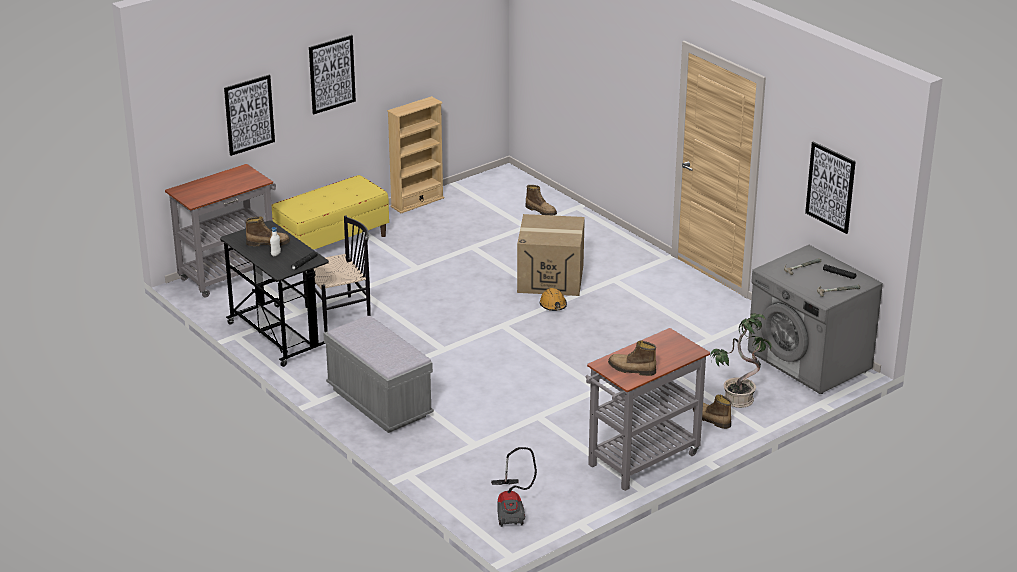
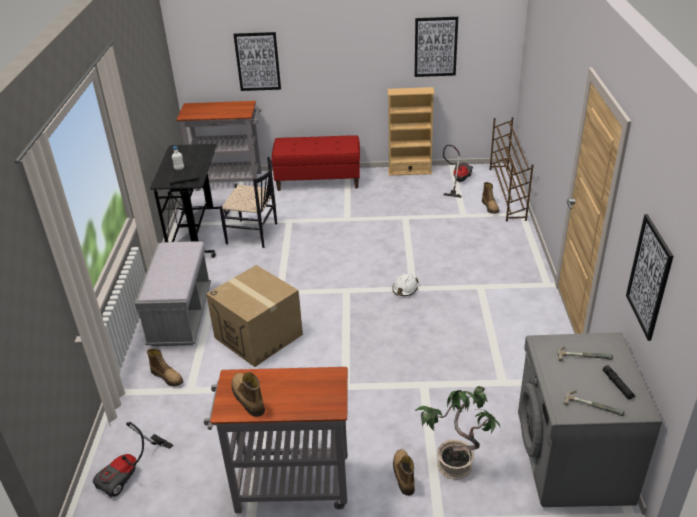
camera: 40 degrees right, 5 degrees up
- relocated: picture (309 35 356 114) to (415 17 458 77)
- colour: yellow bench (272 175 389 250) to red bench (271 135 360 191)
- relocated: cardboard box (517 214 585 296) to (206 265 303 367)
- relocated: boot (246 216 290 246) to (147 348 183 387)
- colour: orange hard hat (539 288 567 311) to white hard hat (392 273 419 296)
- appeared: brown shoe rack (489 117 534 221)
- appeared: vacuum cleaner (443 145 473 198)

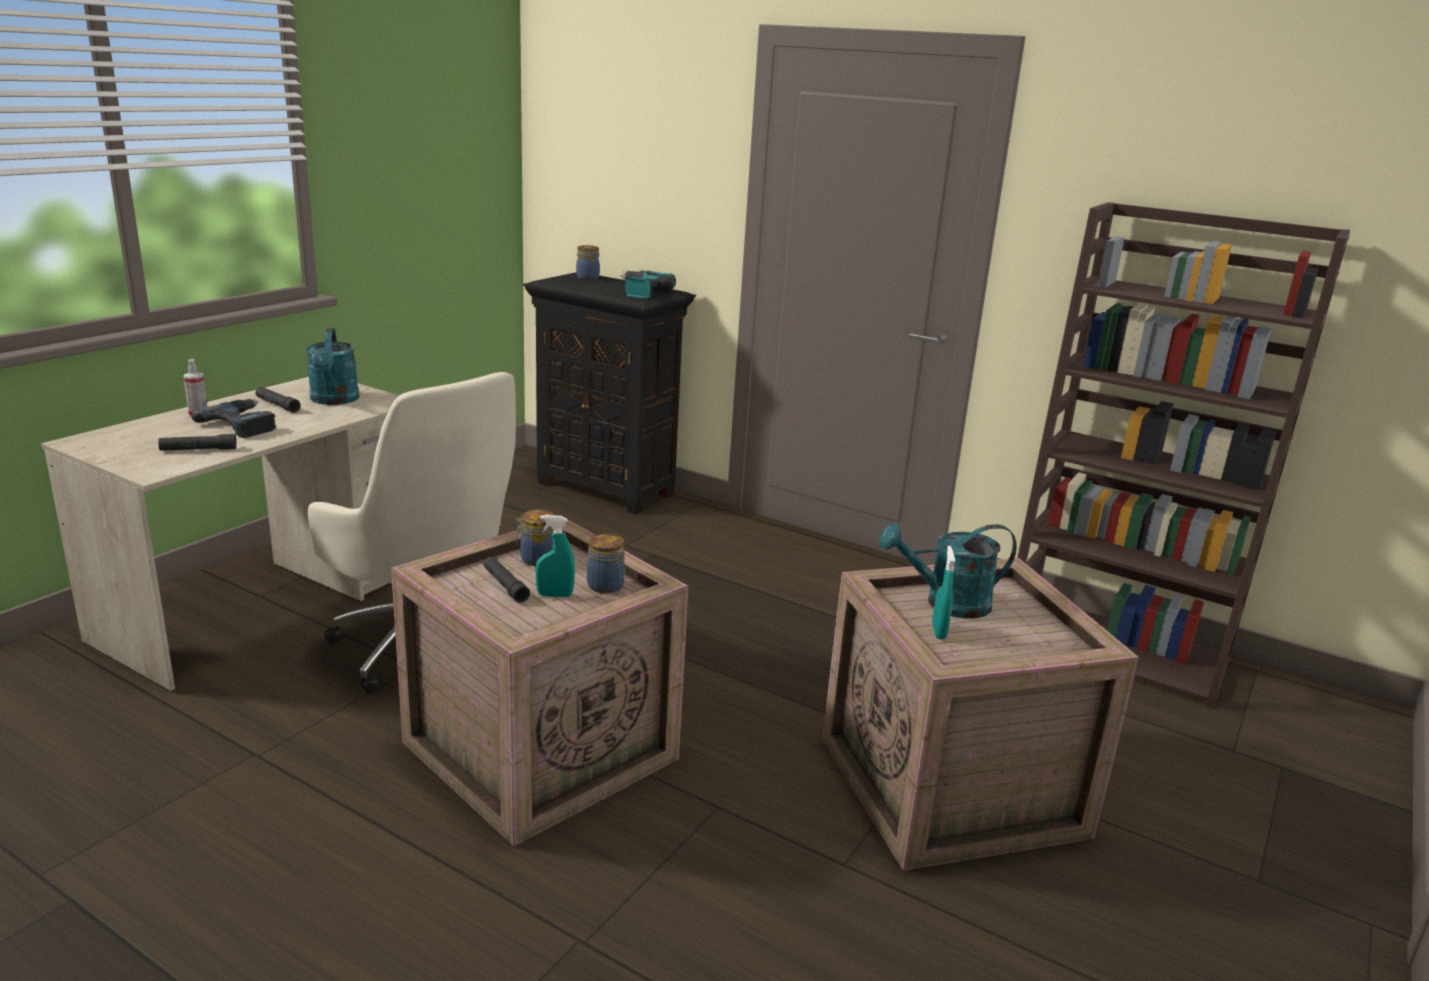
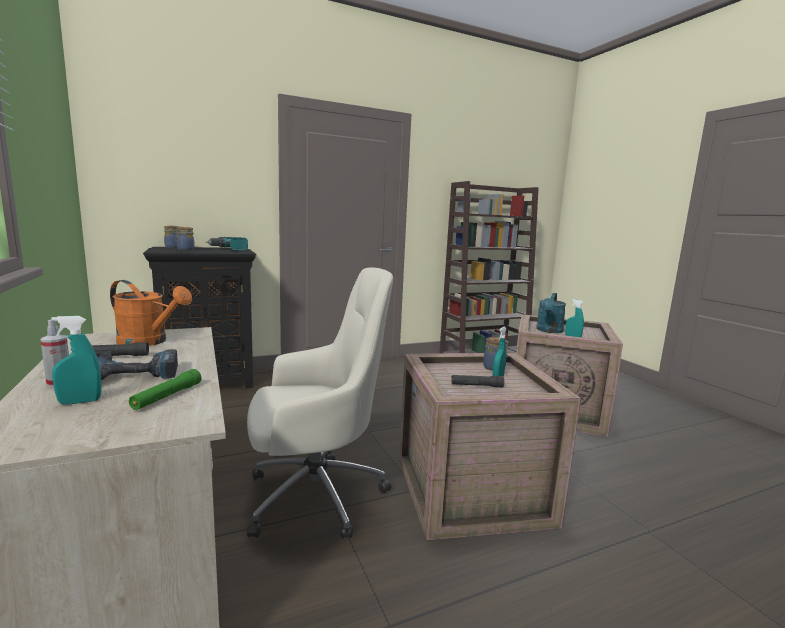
camera: 55 degrees left, 10 degrees down
- colour: turquoise watering can (305 328 359 405) to orange watering can (110 280 192 346)
- colour: black flashlight (158 434 237 451) to green flashlight (129 369 201 410)
- relocated: jar (516 509 555 566) to (175 227 195 251)
- appeared: turquoise spray bottle (51 316 102 404)

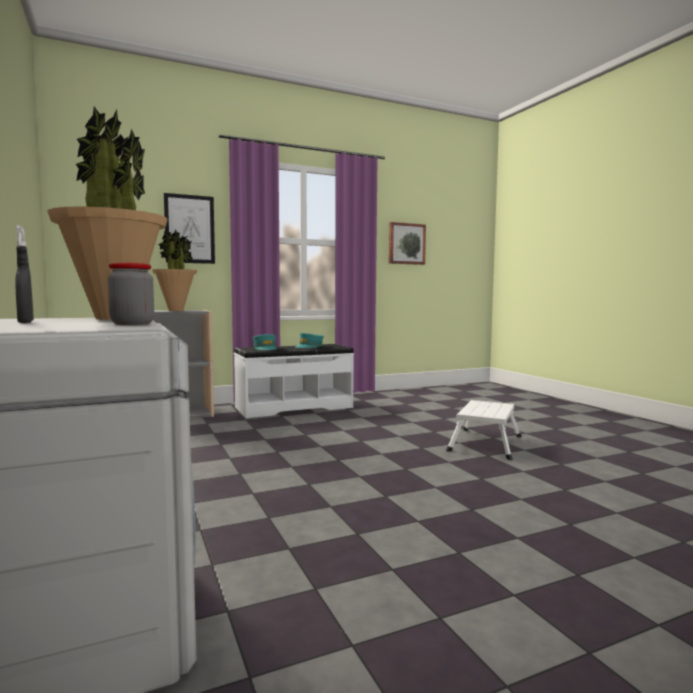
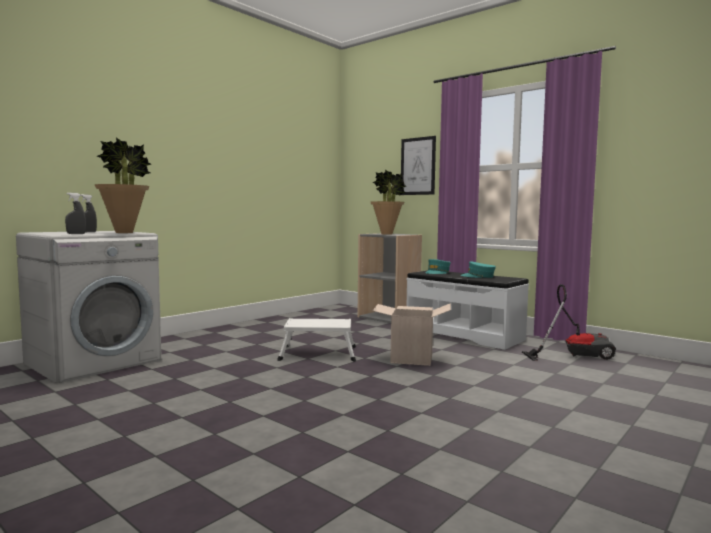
camera: 65 degrees right, 0 degrees up
- missing: picture (389 222 426 265)
- exchanged: jar (108 263 154 325) to grey spray bottle (65 193 86 234)
- relocated: white step ladder (446 400 522 460) to (277 318 356 362)
- appeared: vacuum cleaner (522 284 616 361)
- appeared: cardboard box (372 303 451 366)

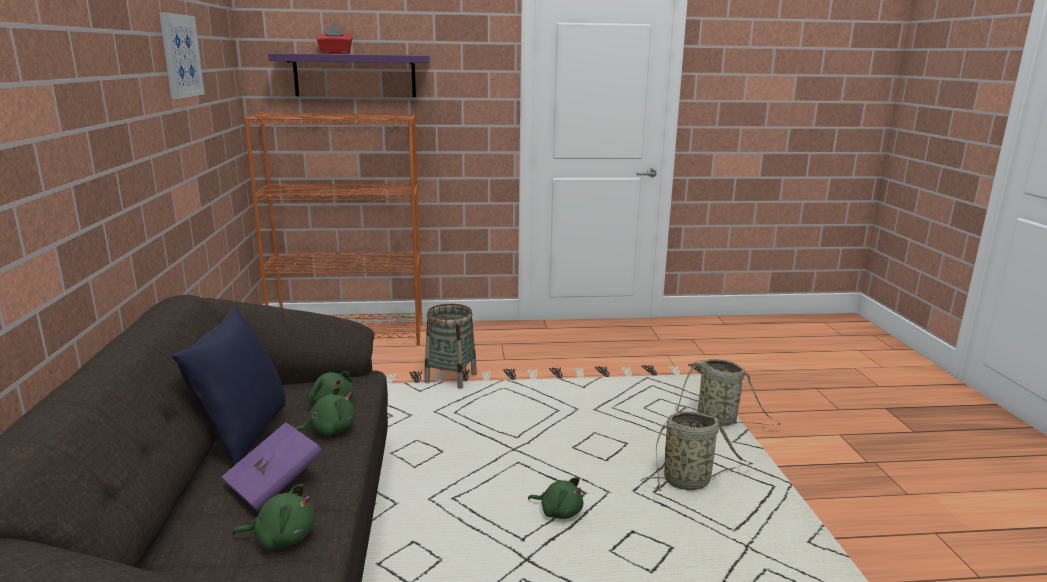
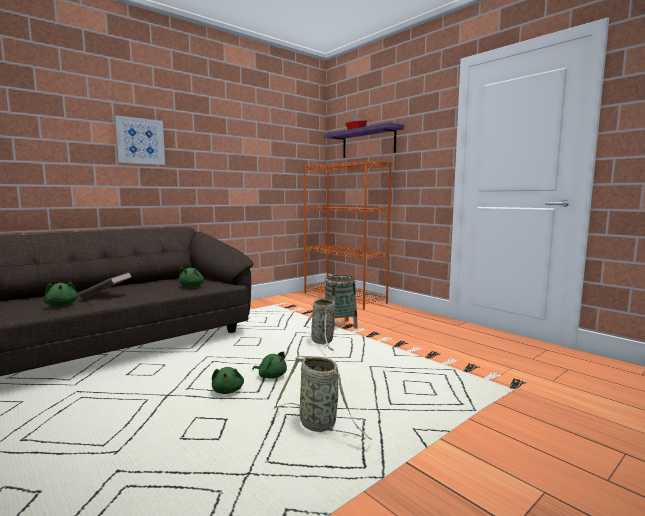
camera: 55 degrees right, 10 degrees down
- relocated: picture (159 12 205 99) to (115 115 165 165)
- missing: blue pillow (172 308 286 466)
- relocated: basket (675 359 781 426) to (303 298 335 351)
- relocated: green plush toy (295 386 355 436) to (253 351 287 379)
- colour: purple book (222 422 323 512) to brown book (79 272 132 298)

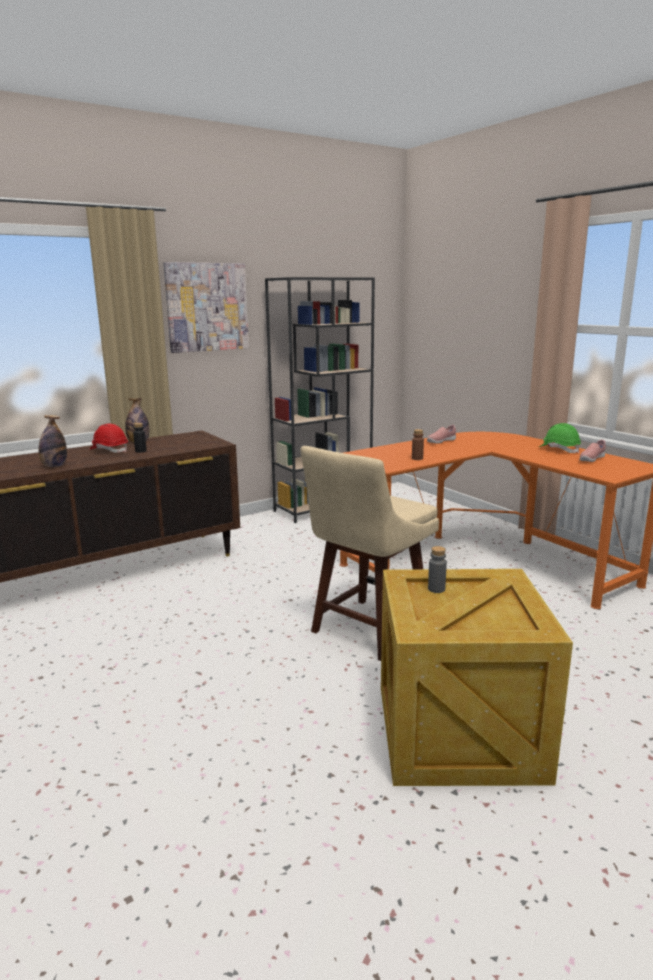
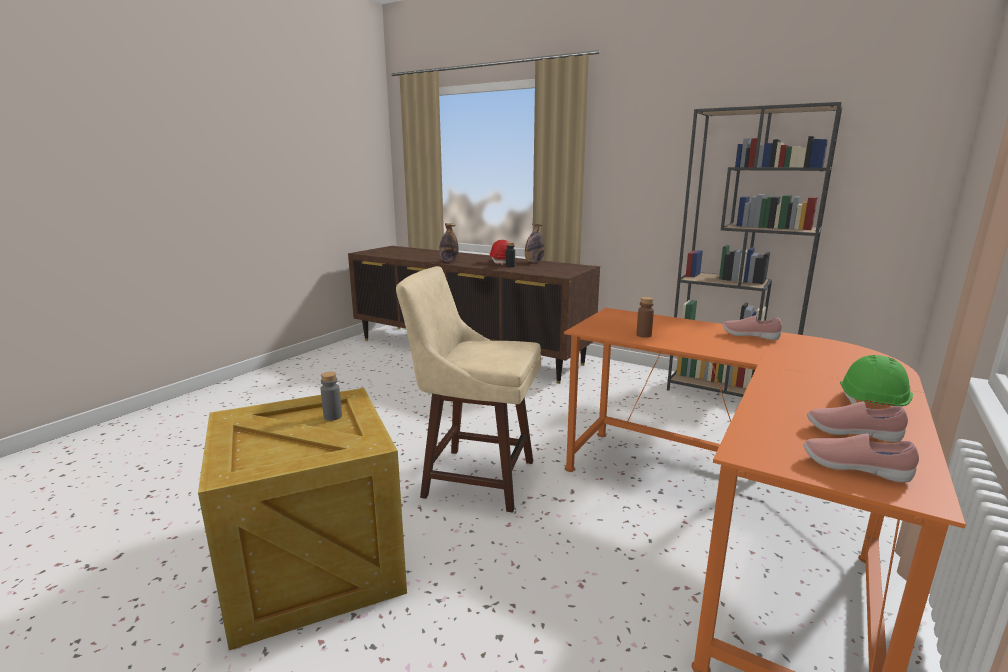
camera: 65 degrees right, 0 degrees up
- missing: picture (163 262 249 353)
- appeared: pink shoe (803 433 919 482)

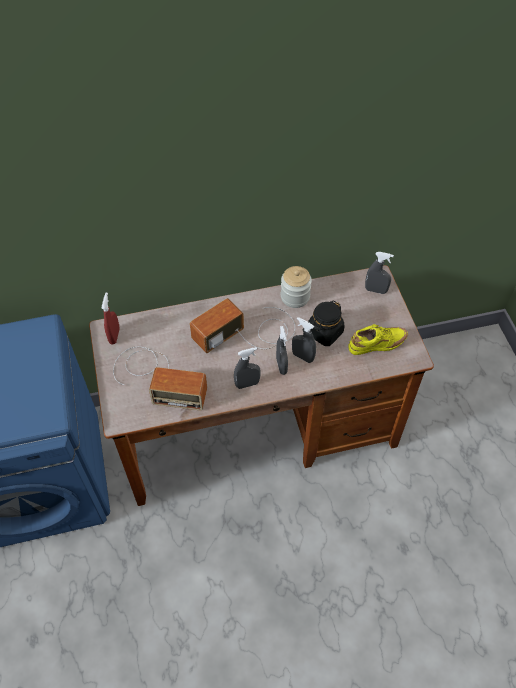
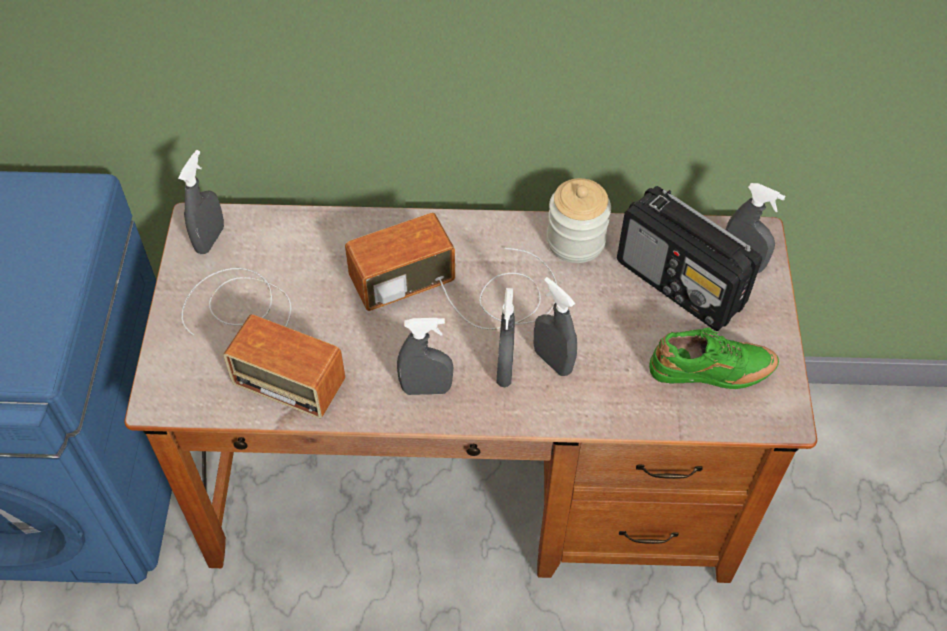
camera: 15 degrees right, 0 degrees up
- colour: red spray bottle (101 292 120 345) to grey spray bottle (178 150 224 254)
- missing: black jar (308 301 345 346)
- colour: yellow shoe (348 324 408 355) to green shoe (649 328 779 389)
- appeared: radio (617 186 762 331)

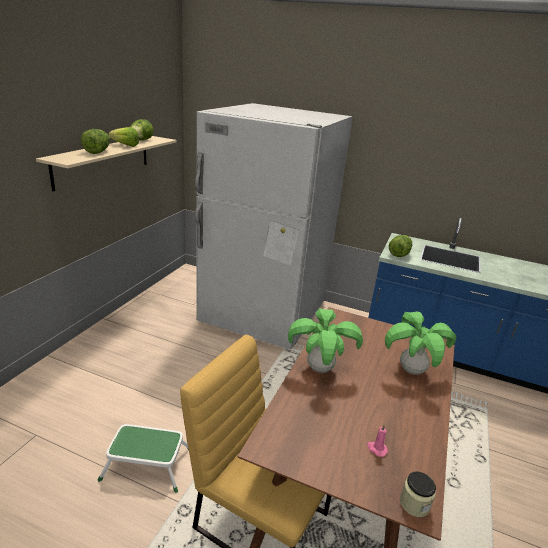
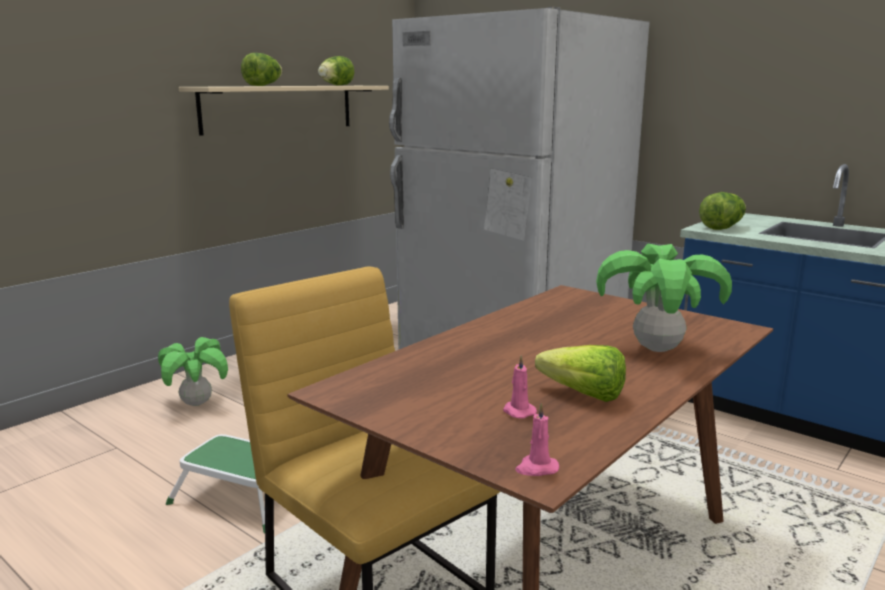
camera: 20 degrees right, 10 degrees down
- relocated: lettuce (108 127 139 147) to (535 345 626 402)
- relocated: potted plant (288 308 363 373) to (158 337 228 406)
- exchanged: jar (400 471 436 517) to pink candle (515 403 559 476)

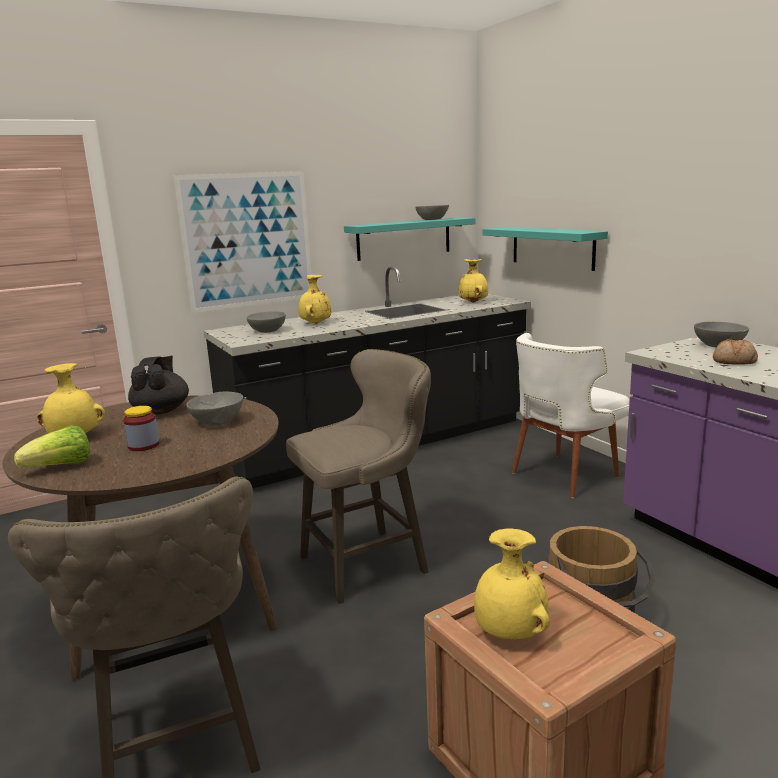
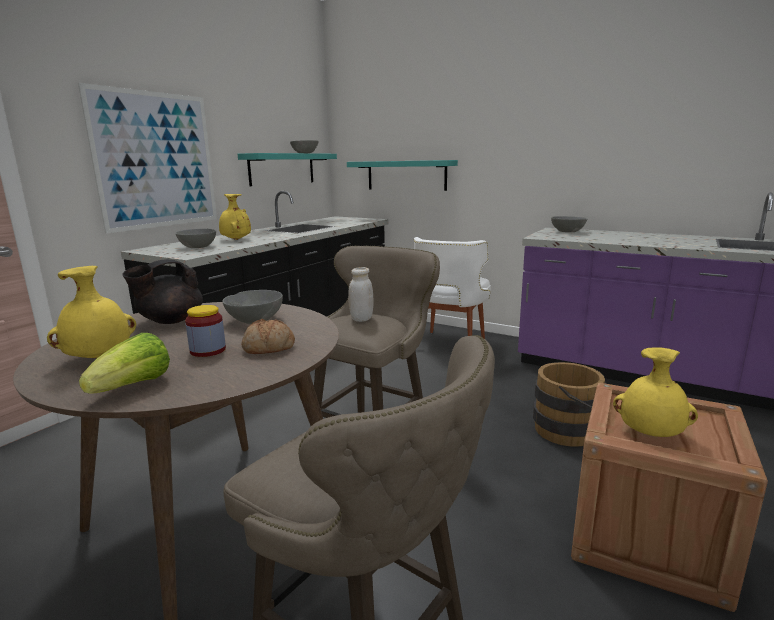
camera: 30 degrees left, 0 degrees up
- missing: yellow vase (458 259 488 303)
- relocated: bread (713 339 758 365) to (241 319 295 354)
- spun: black teapot (128 356 189 415) = (122 259 203 324) 105 degrees counterclockwise
- appeared: white jar (348 267 373 322)

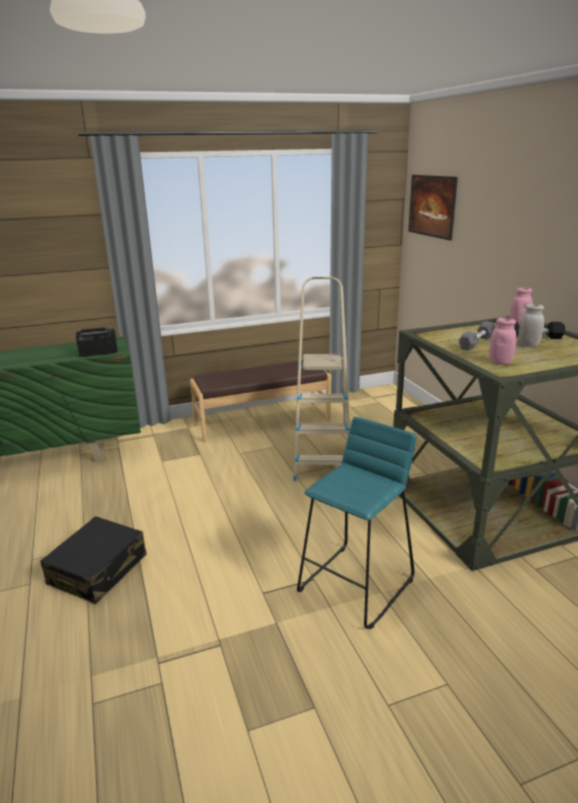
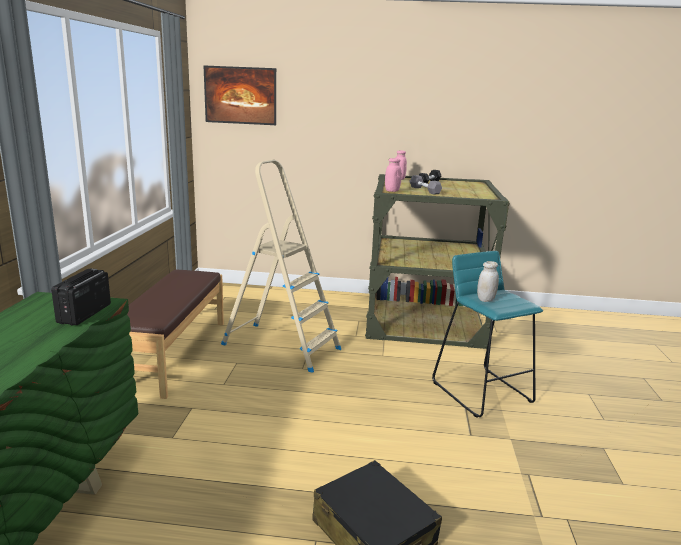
camera: 65 degrees left, 5 degrees down
- relocated: white jar (518 304 544 347) to (477 261 499 302)
- relocated: pink jar (489 318 516 365) to (385 158 402 192)

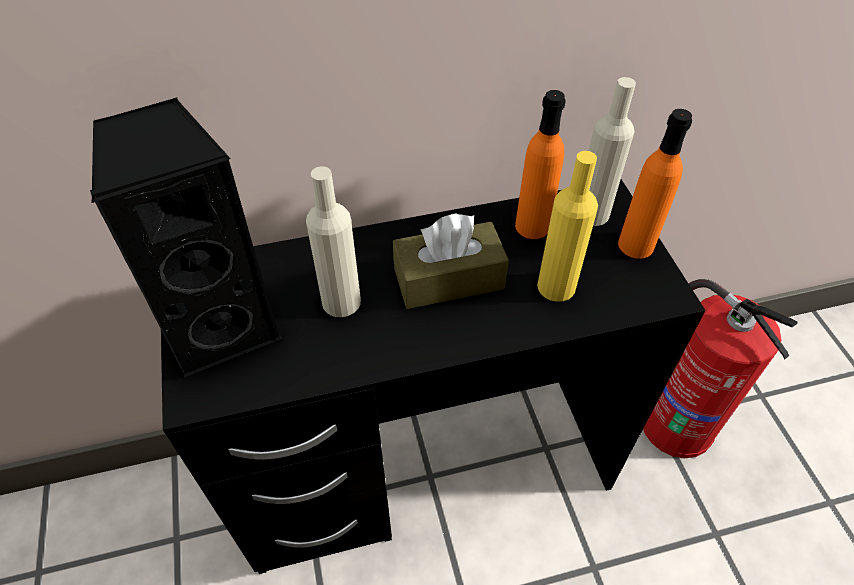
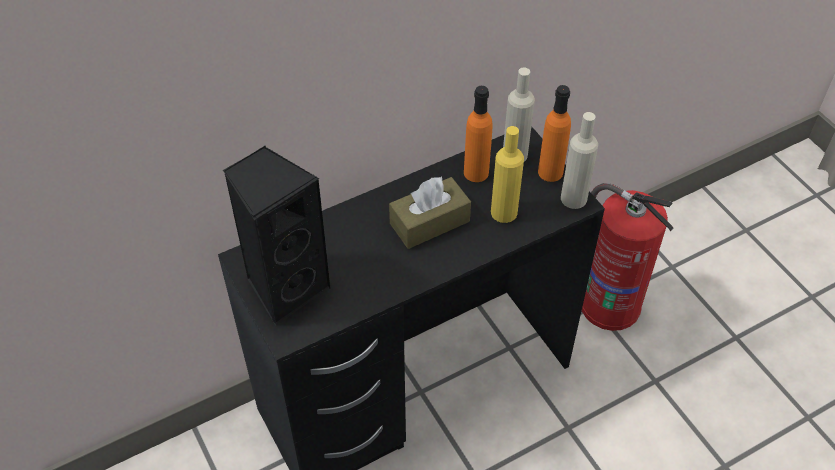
camera: 15 degrees left, 0 degrees up
- relocated: beige bottle (306 166 361 317) to (561 112 598 209)

